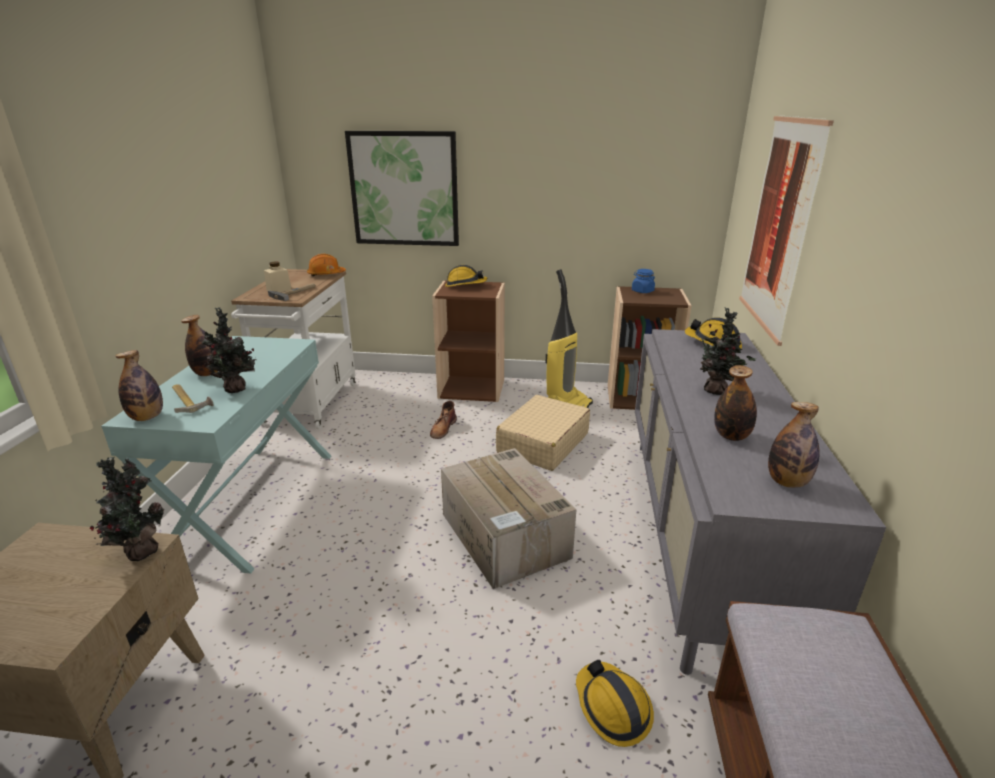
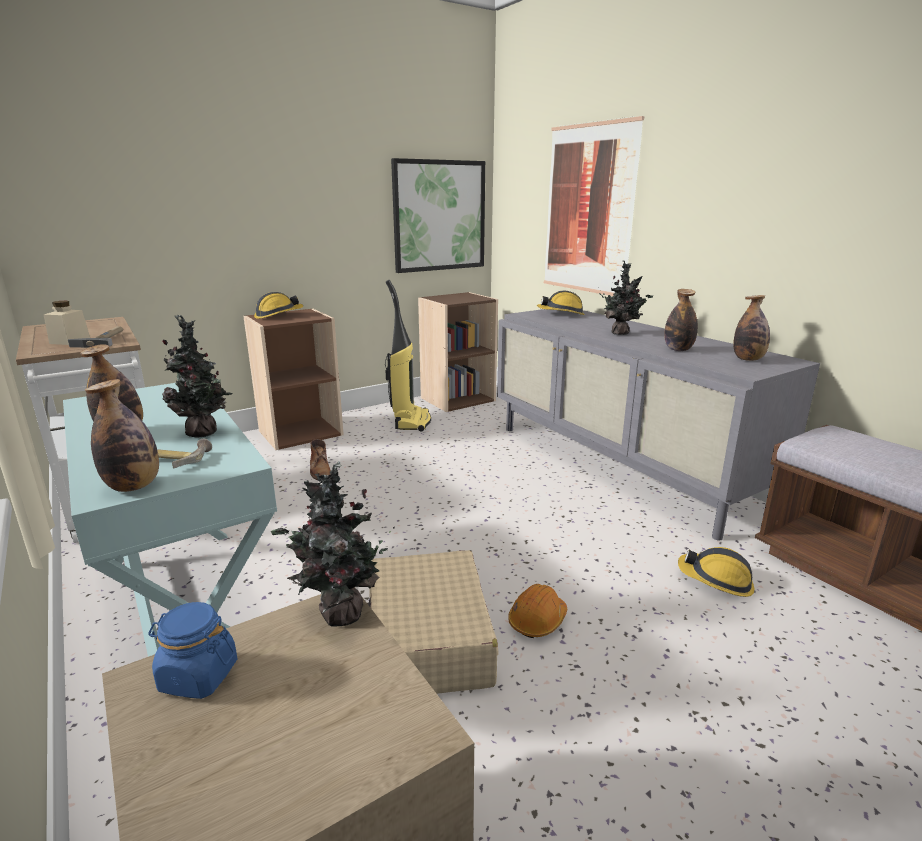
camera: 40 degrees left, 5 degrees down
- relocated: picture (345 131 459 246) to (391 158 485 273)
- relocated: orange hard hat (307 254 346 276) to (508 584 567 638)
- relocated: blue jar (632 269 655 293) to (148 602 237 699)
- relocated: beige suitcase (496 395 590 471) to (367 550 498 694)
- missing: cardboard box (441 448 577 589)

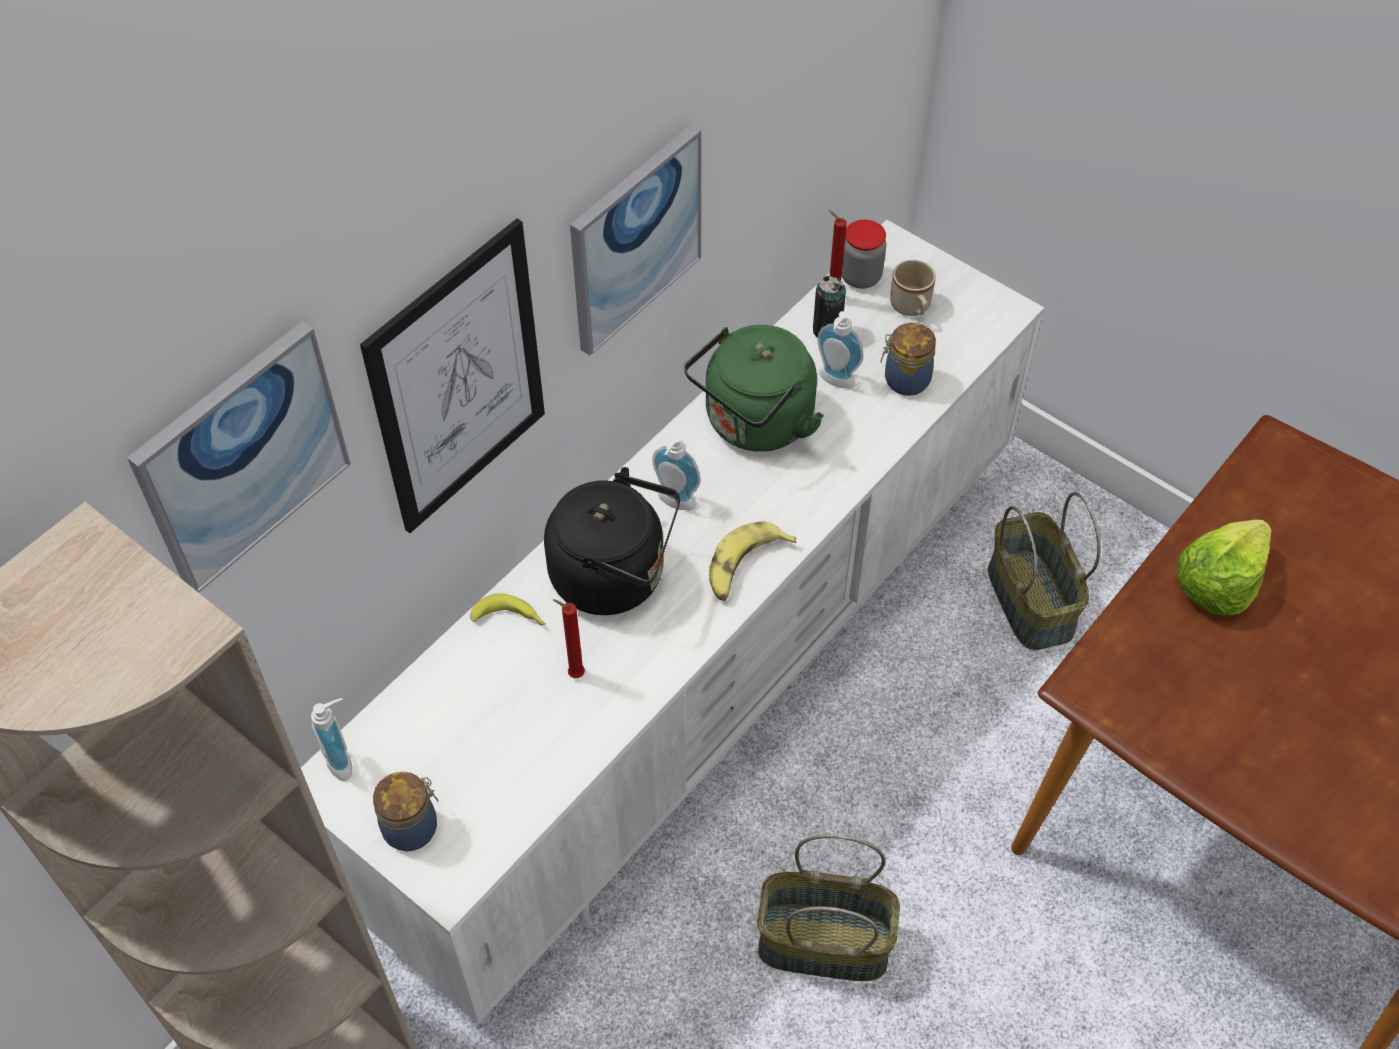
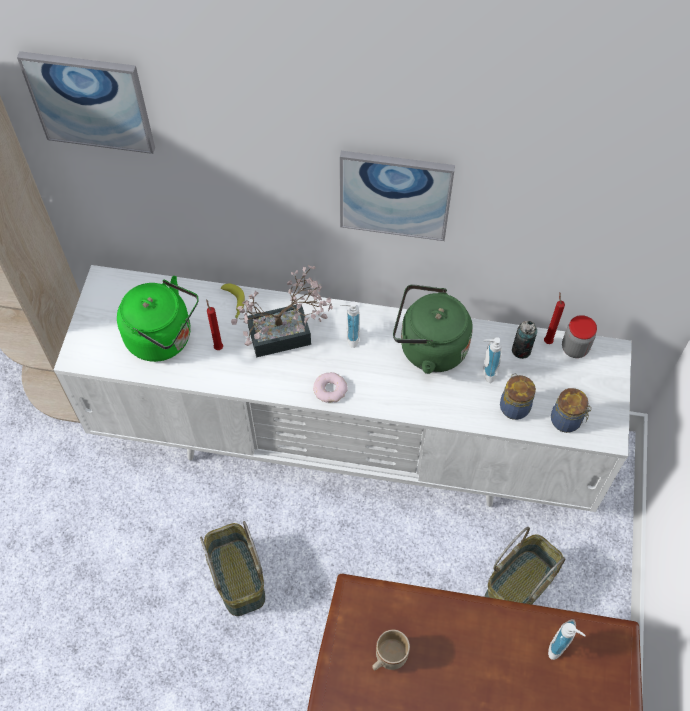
camera: 60 degrees right, 5 degrees up
- missing: picture (360 219 545 533)
- relocated: beige mug (890 260 936 316) to (372 629 410 670)
- exchanged: black kettle (544 467 680 615) to potted plant (231 265 333 358)
- missing: lettuce (1177 520 1272 616)
- exchanged: banana (709 522 796 601) to donut (313 372 348 402)
- relocated: soap dispenser (311 698 352 781) to (548 619 586 660)
- relocated: jar (373 772 439 851) to (551 388 592 433)
- appeared: green kettle (117 276 199 362)

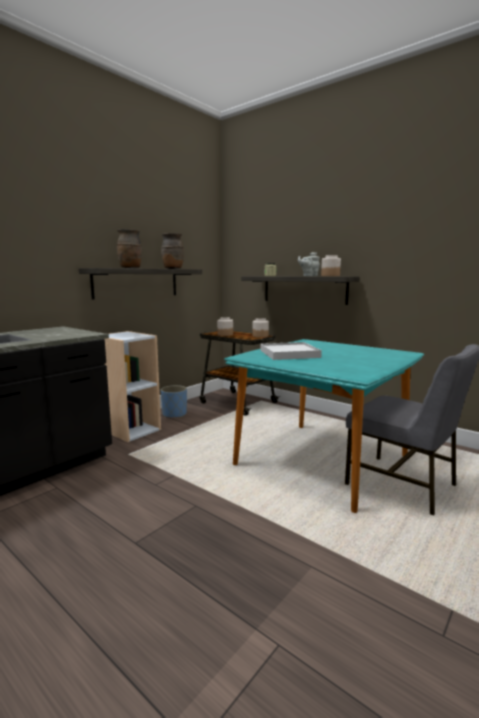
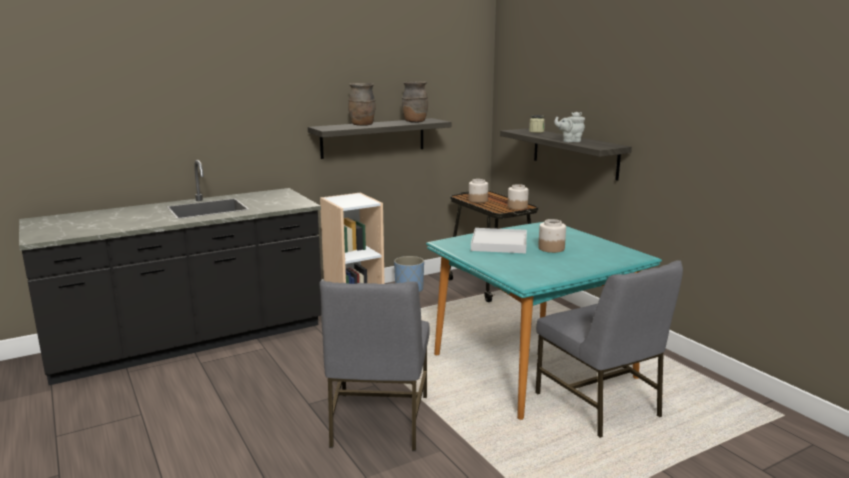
camera: 20 degrees right, 5 degrees up
- relocated: jar (321 255 341 276) to (538 219 566 253)
- appeared: grey chair (320 281 430 451)

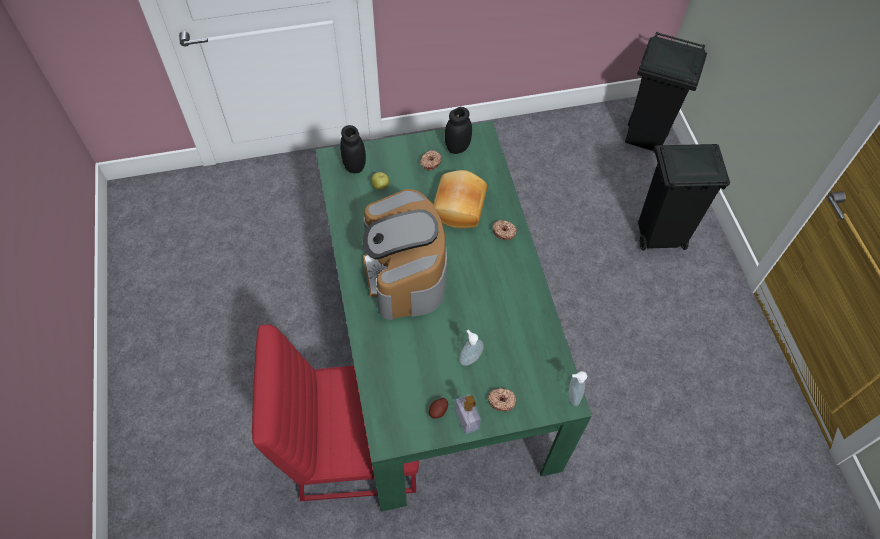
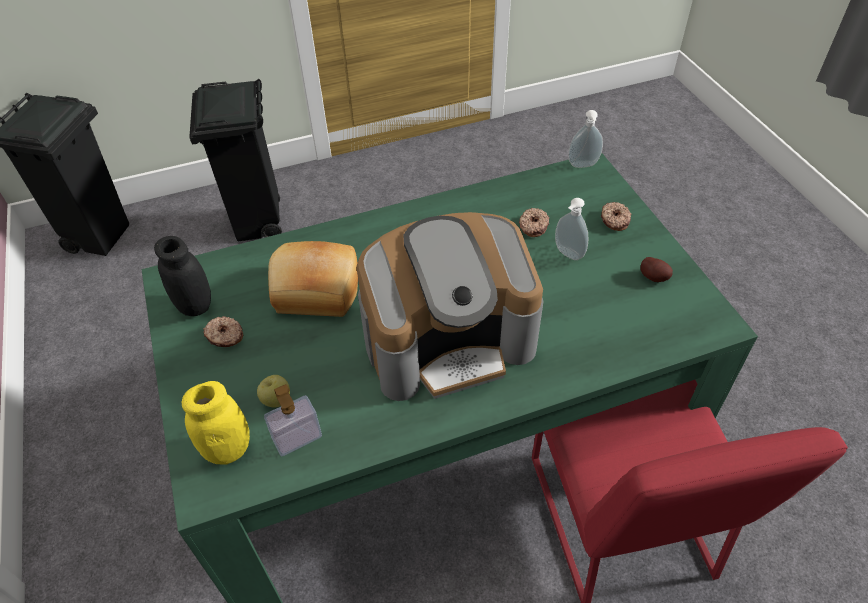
camera: 95 degrees left, 10 degrees down
- colour: black jar (340 125 366 173) to yellow jar (182 381 250 464)
- relocated: donut (492 220 517 240) to (519 208 549 237)
- relocated: soap dispenser (455 394 481 434) to (264 384 322 456)

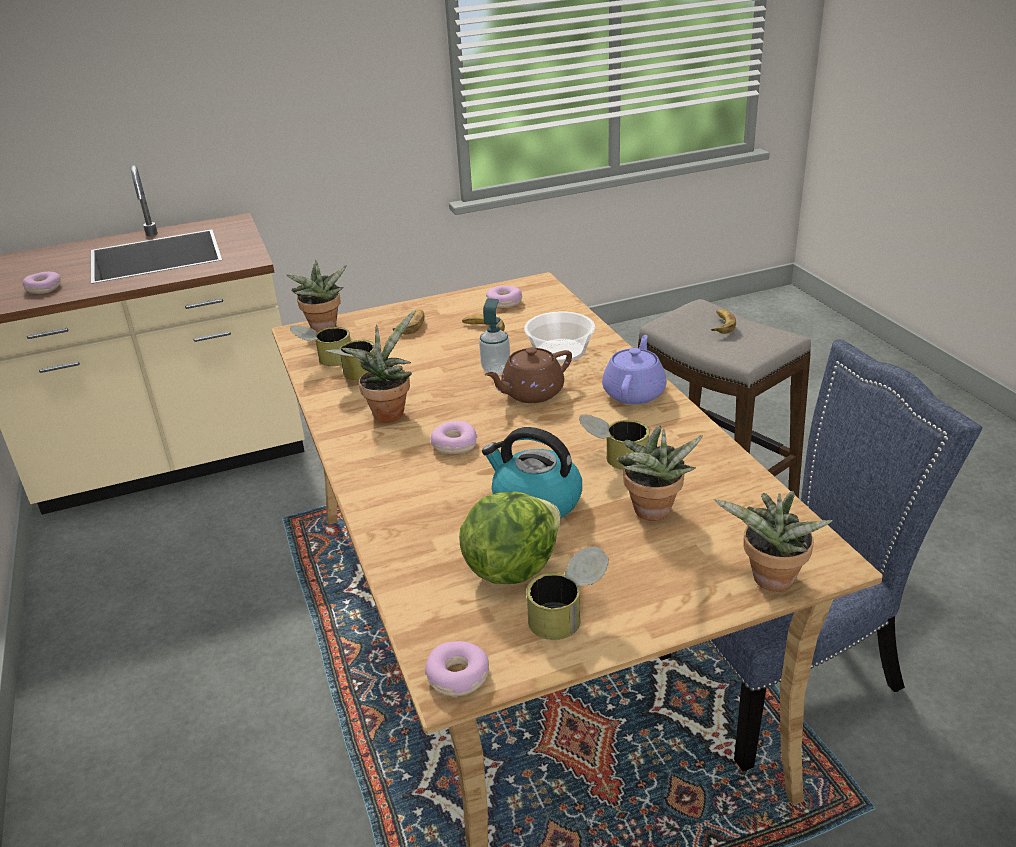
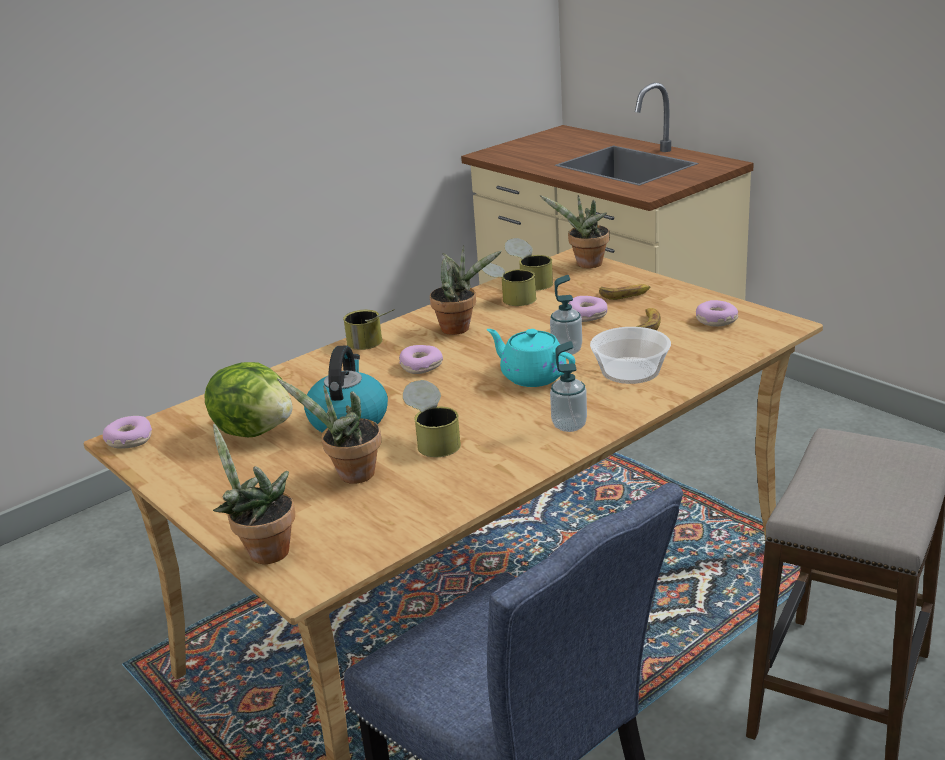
camera: 70 degrees right, 5 degrees down
- relocated: donut (23 272 61 294) to (568 296 608 322)
- missing: banana (711 309 736 334)
- exchanged: purple teapot (602 335 667 405) to soap dispenser (550 341 587 432)
- colour: brown teapot (484 347 572 403) to turquoise teapot (487 329 575 387)
- relocated: can (526 547 609 640) to (343 309 395 350)

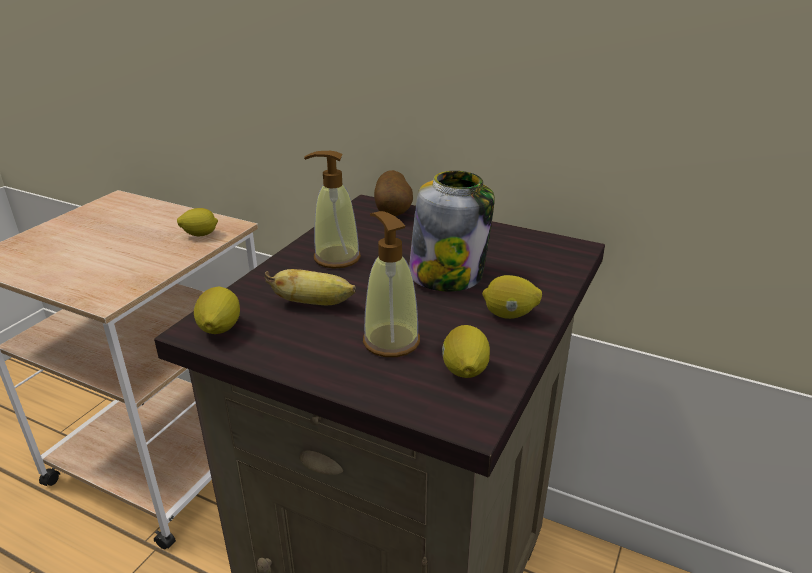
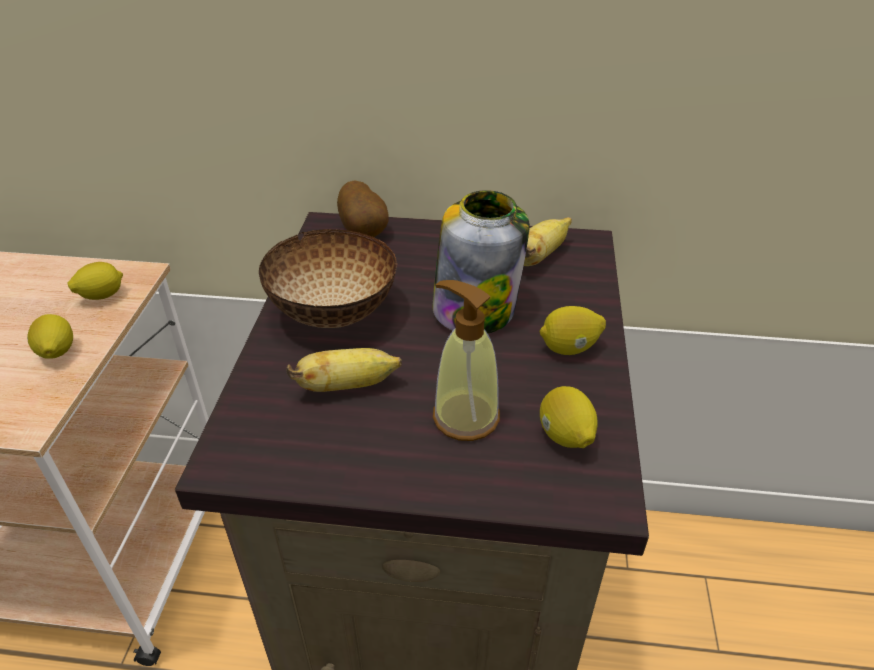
camera: 20 degrees left, 10 degrees up
- exchanged: soap dispenser (304 151 361 269) to bowl (259 229 398 328)
- relocated: lemon (194 286 240 334) to (27 314 73 359)
- appeared: banana (524 217 572 266)

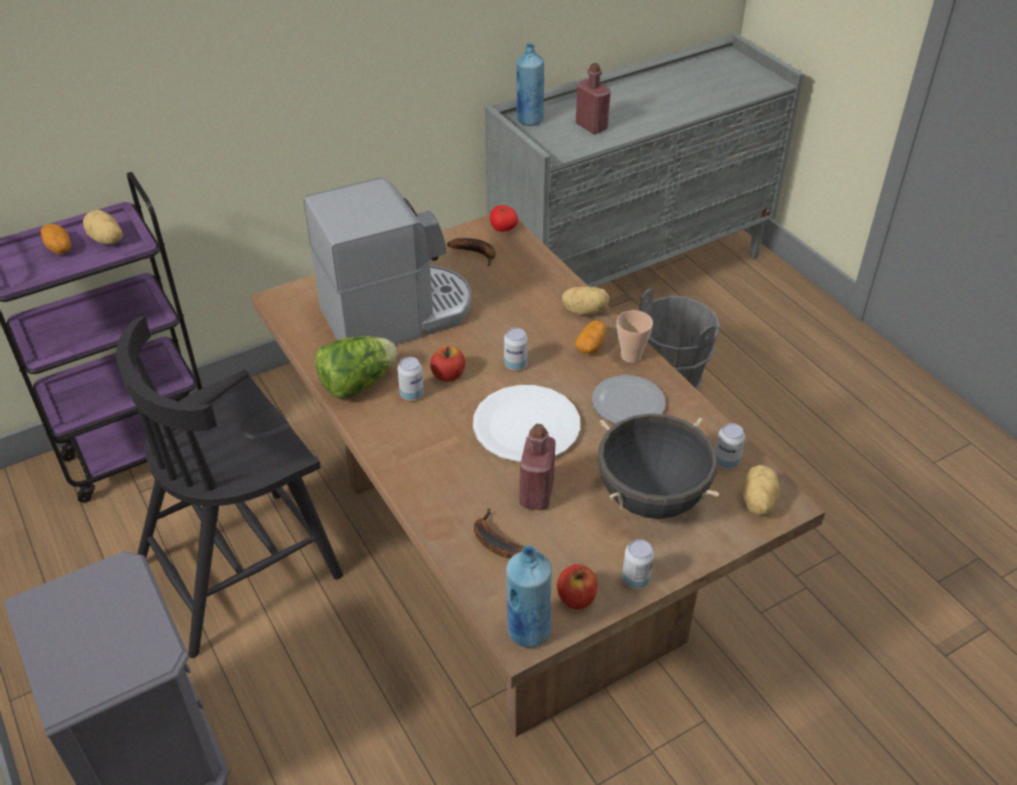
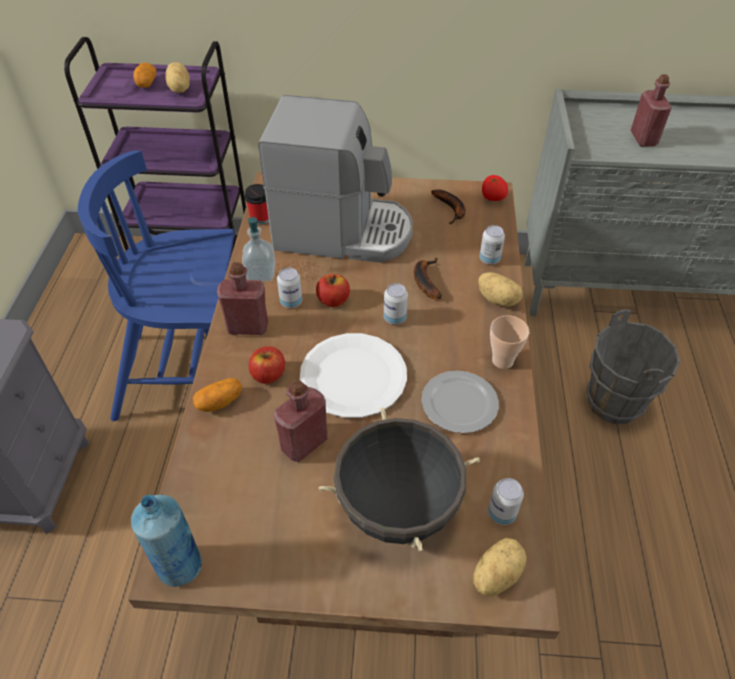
camera: 35 degrees right, 5 degrees up
- missing: blue bottle (516 43 544 126)
- colour: black chair (116 316 343 658) to blue chair (78 150 234 421)
- relocated: potato (575 320 606 354) to (193 378 242 412)
- exchanged: lettuce (314 336 397 399) to soap dispenser (242 217 276 281)
- relocated: banana (474 508 523 559) to (414 258 442 299)
- relocated: can (622 539 654 588) to (479 225 505 264)
- relocated: apple (557 564 597 609) to (249 346 285 384)
- appeared: cup (244 184 269 225)
- appeared: red bottle (217 262 268 335)

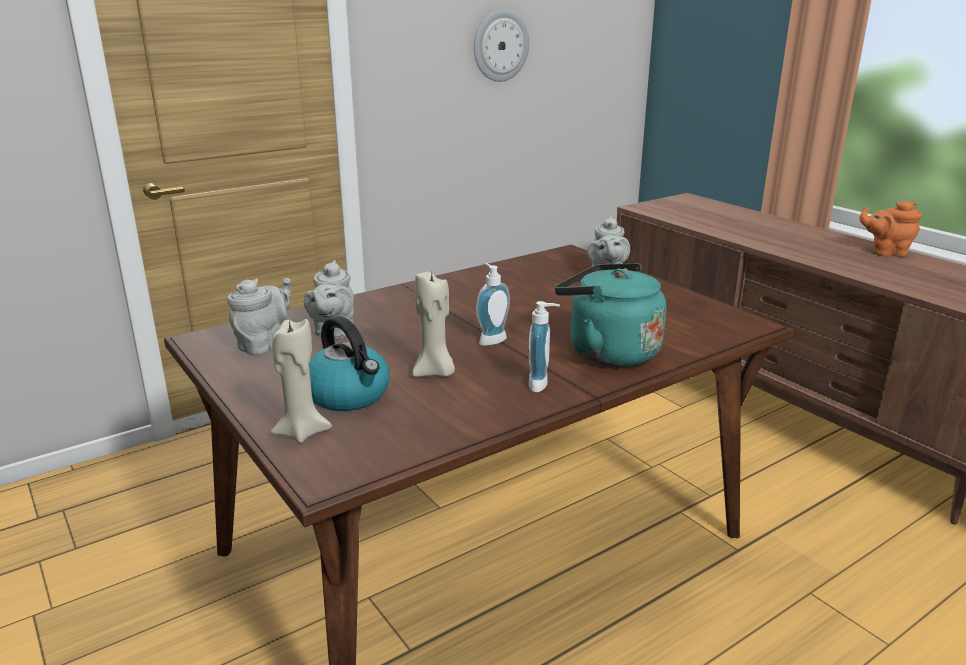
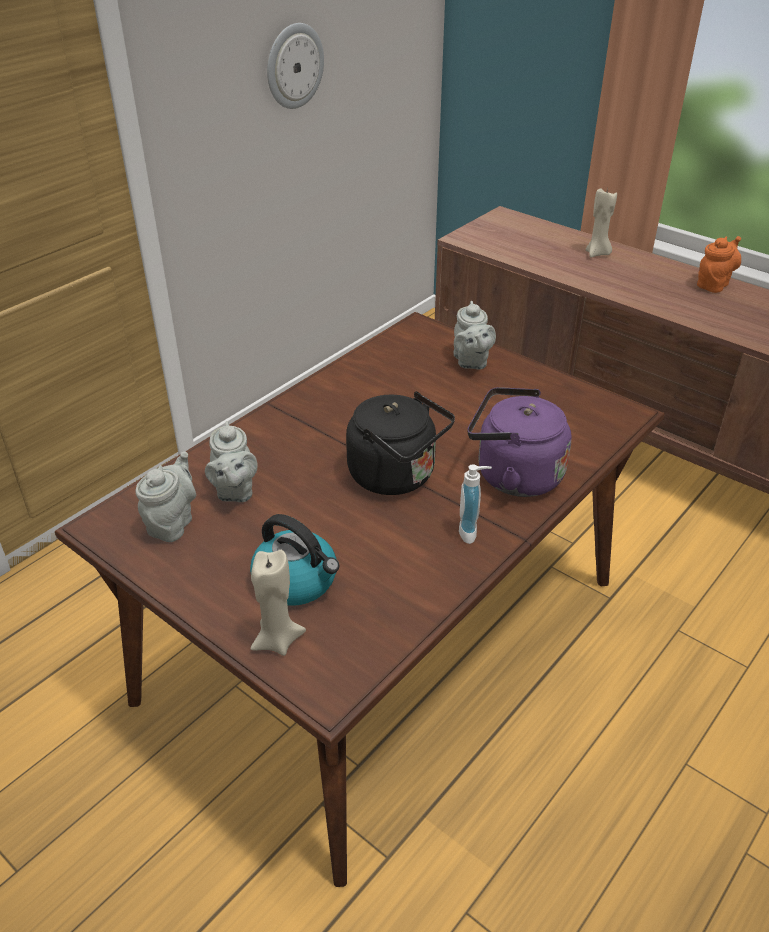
camera: 15 degrees left, 15 degrees up
- spun: orange teapot (859 201 922 257) = (697 236 741 293) 135 degrees clockwise
- exchanged: soap dispenser (476 263 510 346) to black kettle (346 392 455 495)
- colour: turquoise kettle (555 263 666 367) to purple kettle (468 387 572 497)
- relocated: beige candle (412 272 455 377) to (586 188 617 257)

